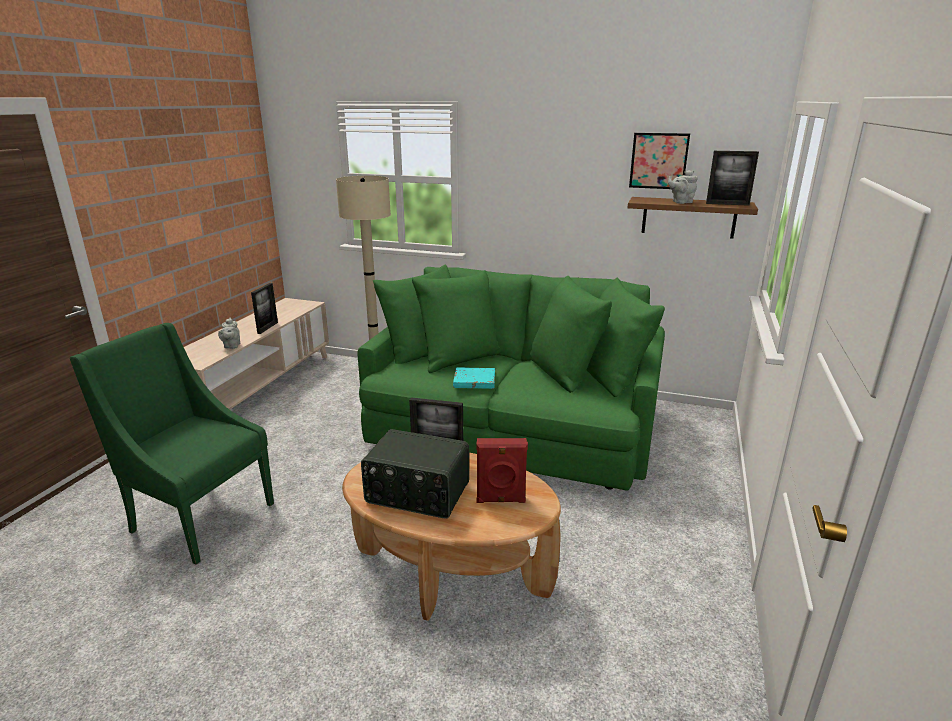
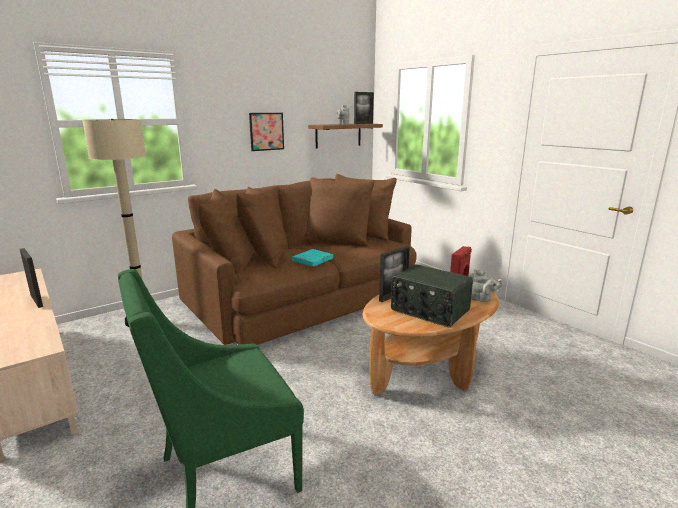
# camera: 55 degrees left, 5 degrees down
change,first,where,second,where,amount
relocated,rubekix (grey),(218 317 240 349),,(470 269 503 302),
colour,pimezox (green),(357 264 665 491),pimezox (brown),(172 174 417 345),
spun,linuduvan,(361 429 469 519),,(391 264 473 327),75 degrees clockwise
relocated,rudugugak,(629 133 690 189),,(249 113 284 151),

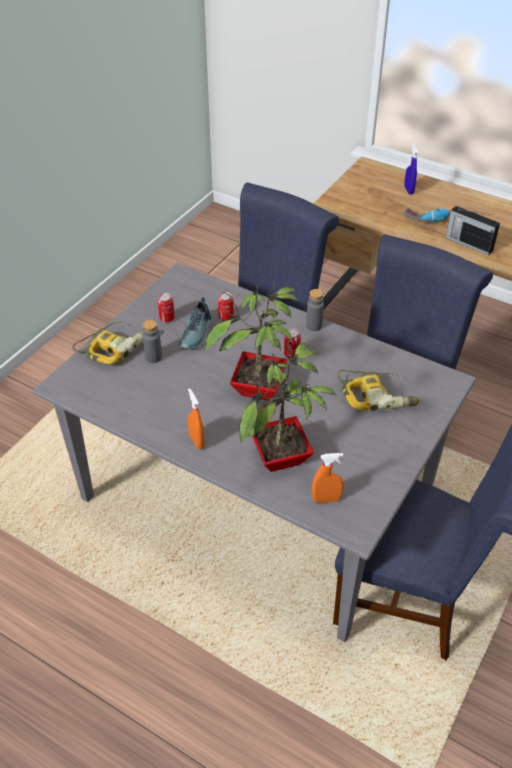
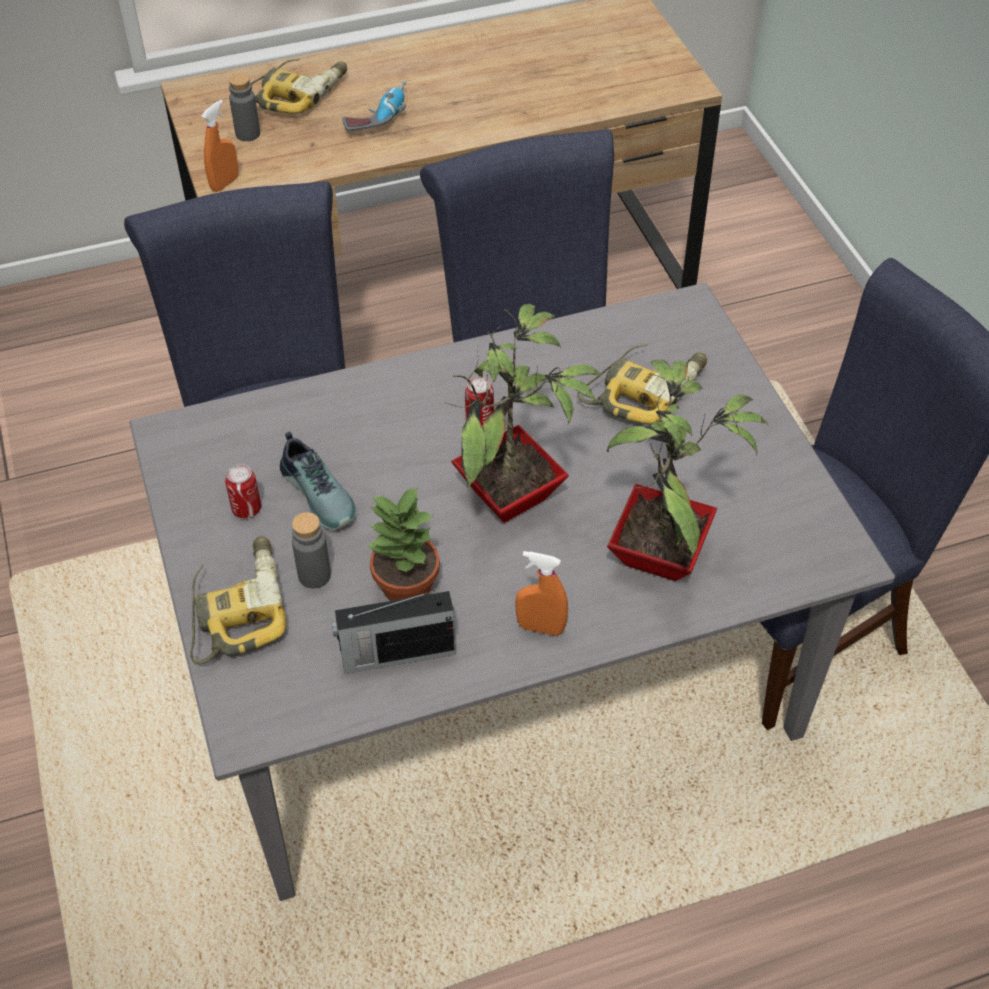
# camera: 50 degrees left, 5 degrees up
change,first,where,second,where,amount
missing,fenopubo,(218 292 234 321),,,
relocated,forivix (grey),(306 289 324 331),,(229 73 260 141),
relocated,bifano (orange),(312 453 344 503),,(201 100 239 192),
exchanged,bifano (blue),(404 143 418 194),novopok,(251 58 347 114),
relocated,linuduvan,(446 206 500 255),,(331 590 456 674),
appeared,,,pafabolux,(367 486 440 601),

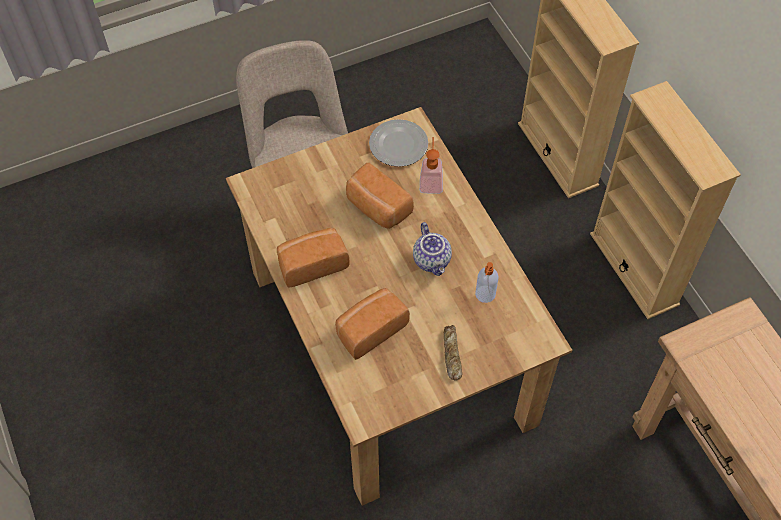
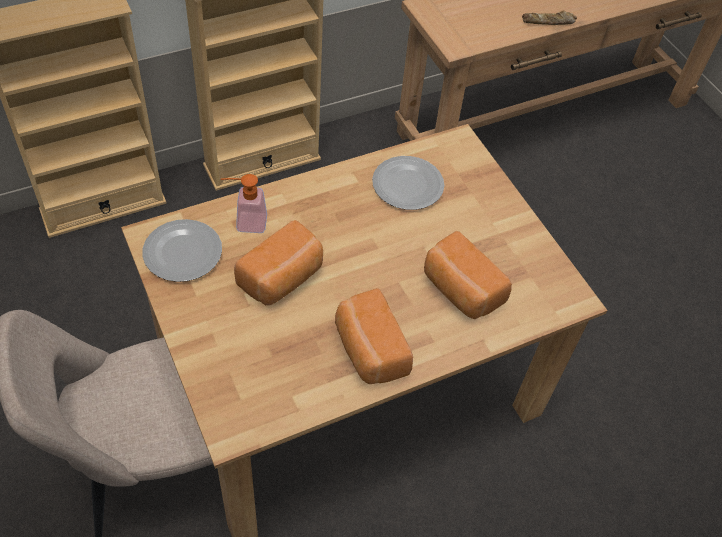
# camera: 95 degrees left, 5 degrees down
change,first,where,second,where,amount
missing,rubekix,(413 222 452 276),,,
relocated,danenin,(444 325 463 380),,(522 10 577 25),
exchanged,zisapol,(475 262 499 303),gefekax,(372 156 444 210),

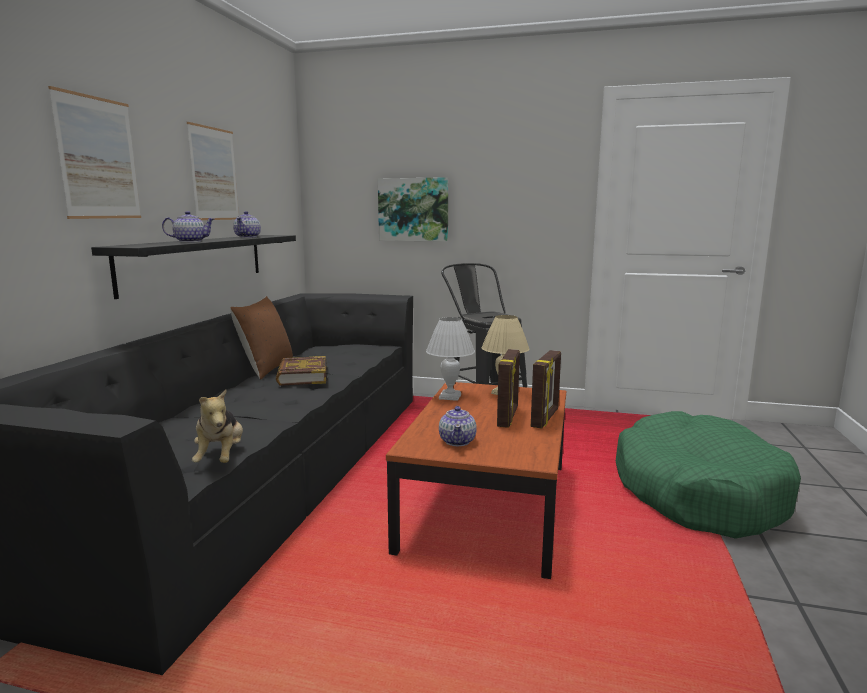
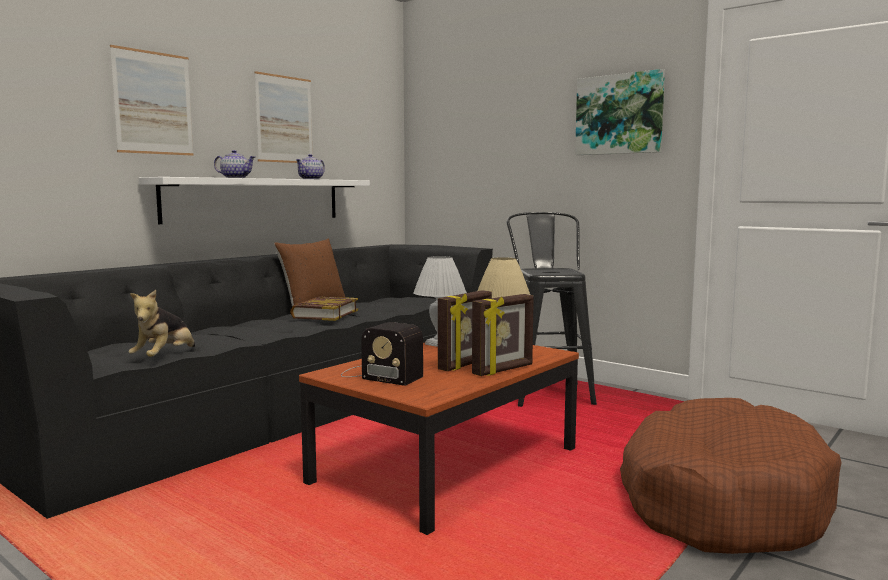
# camera: 25 degrees right, 5 degrees down
change,first,where,second,where,amount
colour,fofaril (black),(91 235 296 299),fofaril (white),(139 177 370 224),
relocated,rudugugak,(378 177 448 242),,(575 69 665 155),
exchanged,rubekix,(439 406 477 446),linuduvan,(341 322 423 386),
colour,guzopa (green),(616 411 801 539),guzopa (brown),(620 398 842 554),

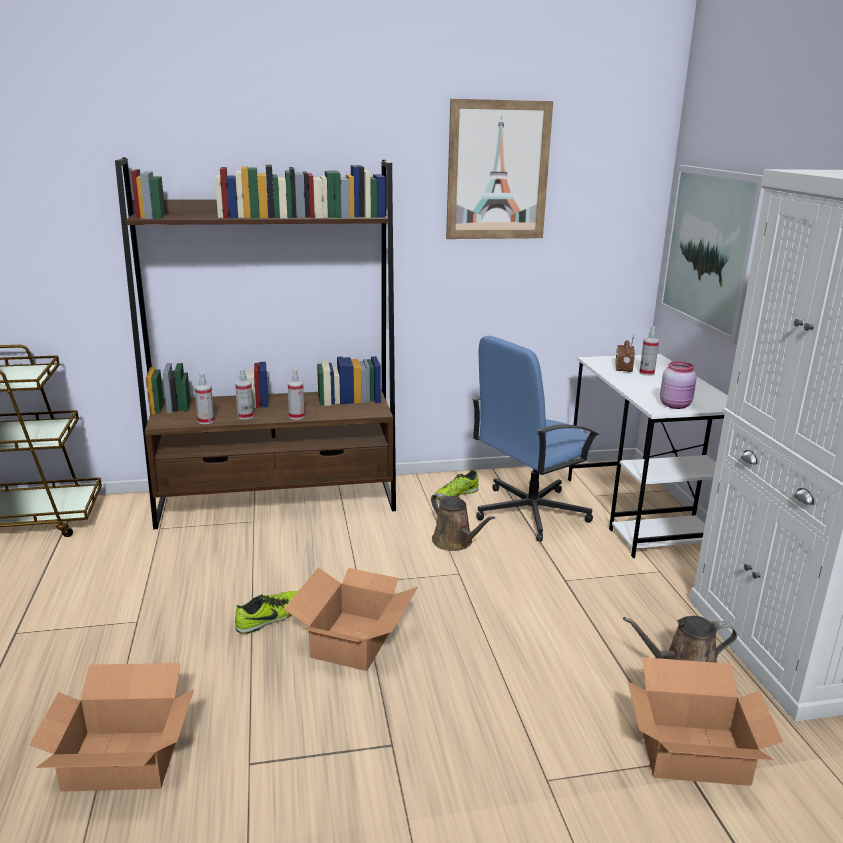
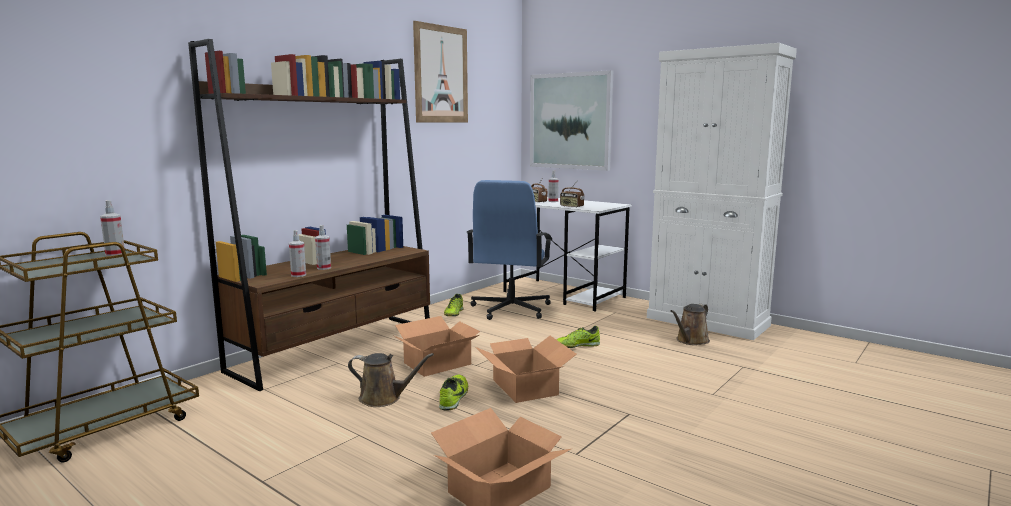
# camera: 40 degrees left, 10 degrees down
change,first,where,second,where,amount
relocated,bifano,(288 369 305 420),,(100 200 125 256),
relocated,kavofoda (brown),(431 492 495 551),,(348 353 434 407),
relocated,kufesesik,(628 657 783 786),,(394 316 480 377),
missing,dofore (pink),(660 361 697 409),,,
appeared,,,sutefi,(556 326 600 348),
appeared,,,linuduvan,(560 180 584 208),

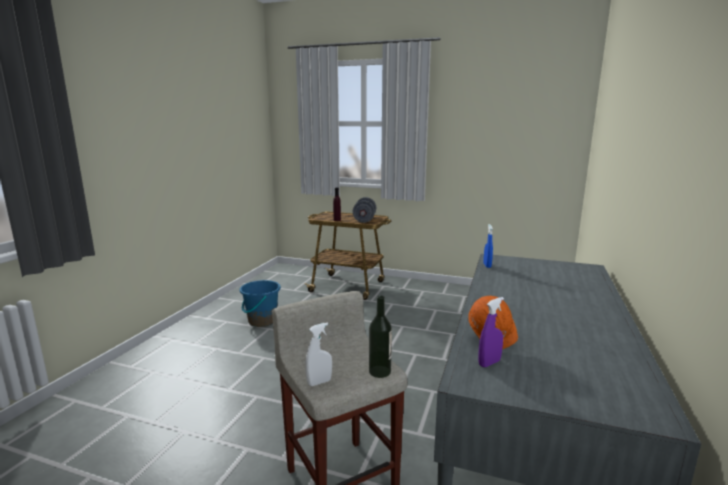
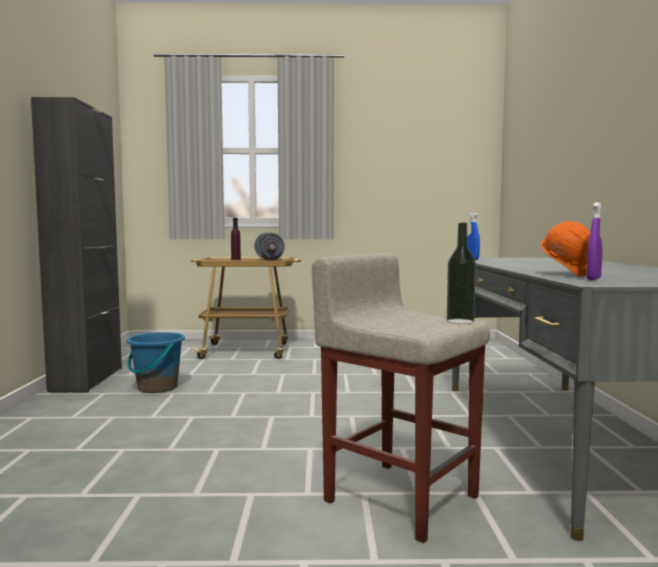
# camera: 20 degrees left, 10 degrees down
change,first,where,second,where,amount
missing,bifano (white),(305 323 332 386),,,
appeared,,,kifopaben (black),(31 97 122 392),

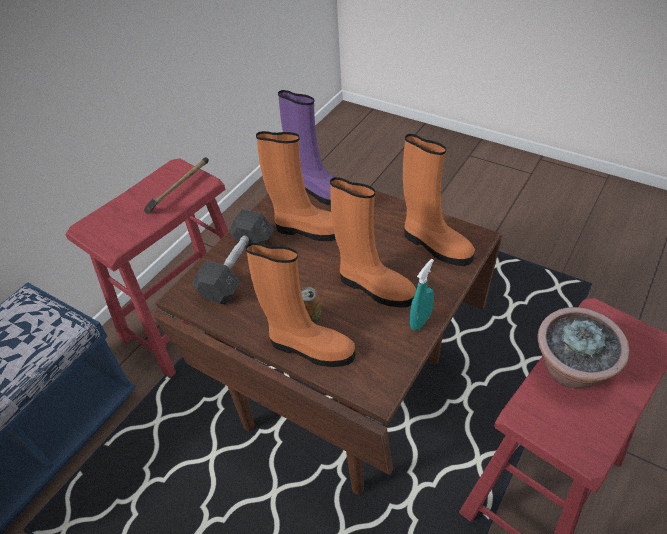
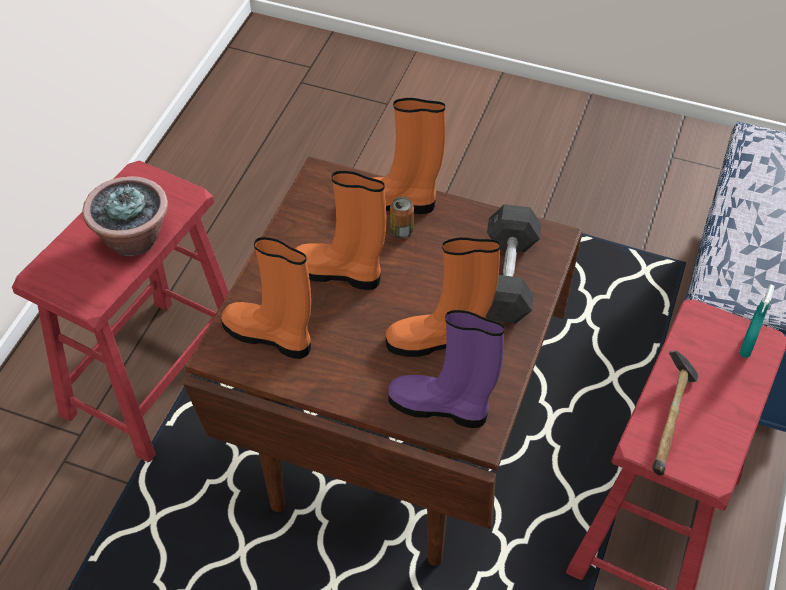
# camera: 165 degrees right, 5 degrees up
change,first,where,second,where,amount
relocated,bifano (turquoise),(410 259 434 331),,(739 284 775 358),

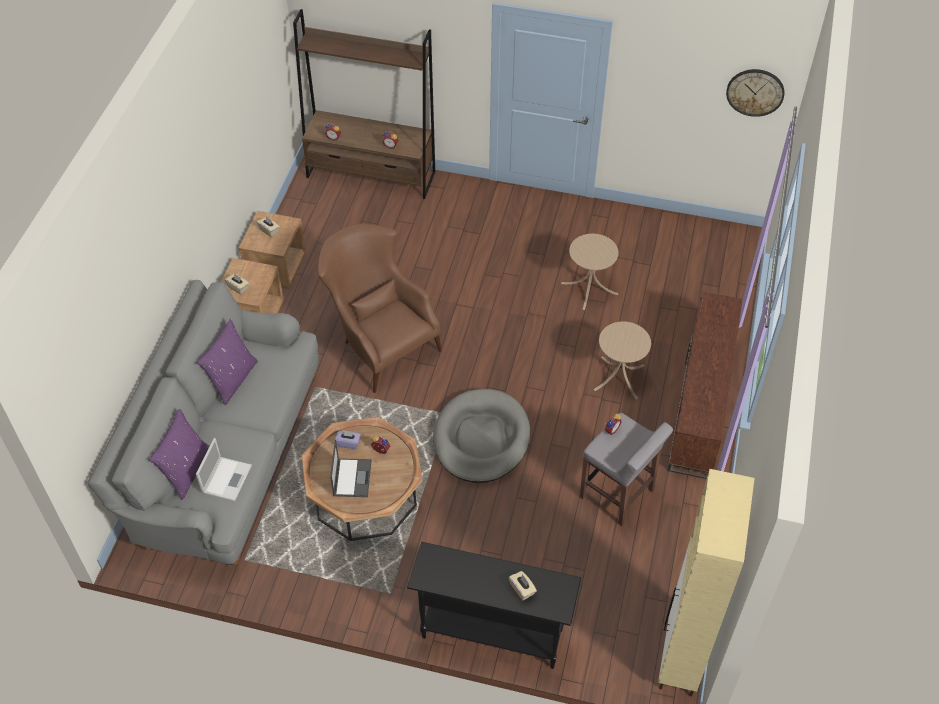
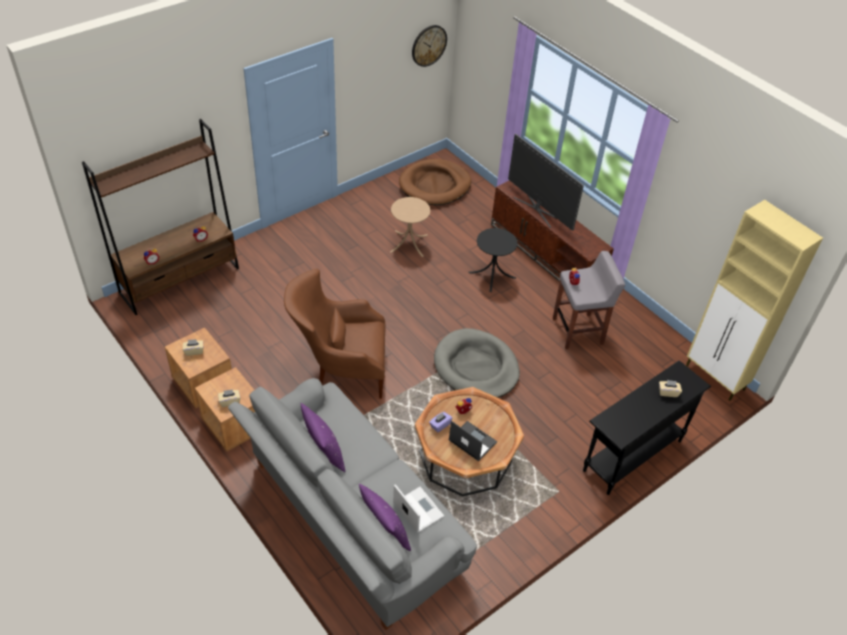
# camera: 55 degrees left, 5 degrees down
change,first,where,second,where,amount
colour,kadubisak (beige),(593 321 651 399),kadubisak (black),(468 228 517 292),
appeared,,,guzopa (brown),(399 159 471 205),
appeared,,,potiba,(508 133 584 231),

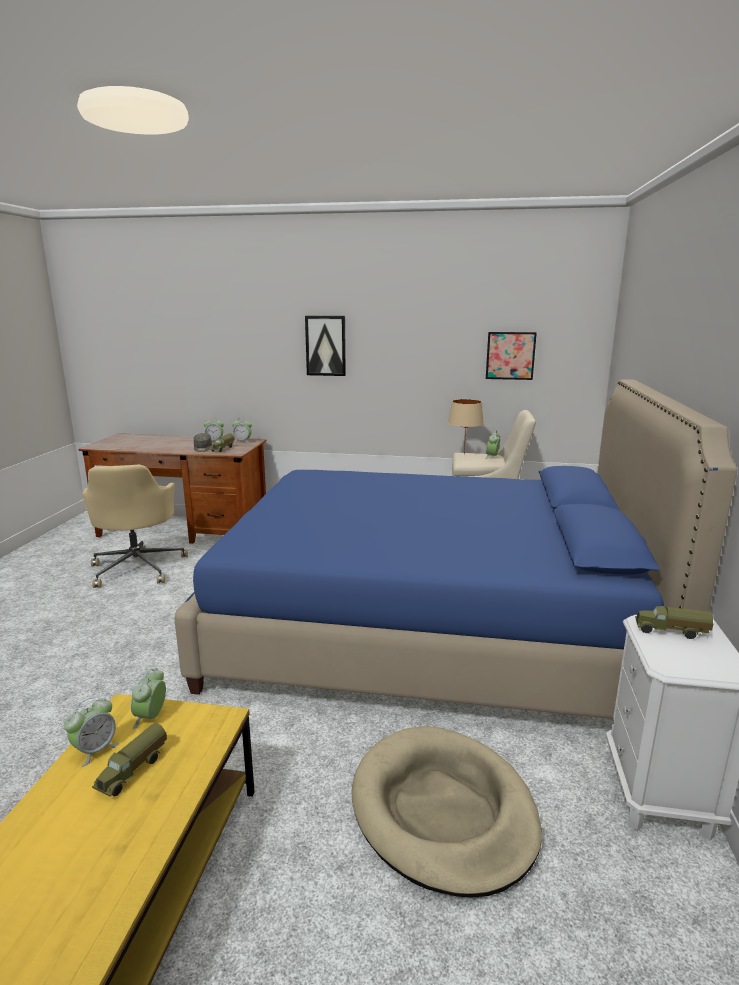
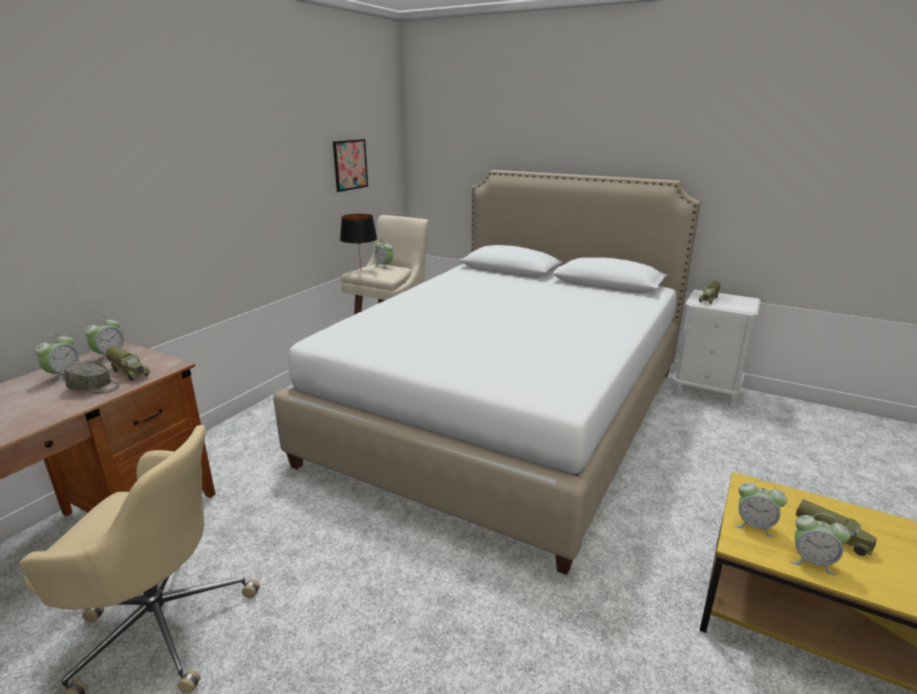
# camera: 70 degrees left, 5 degrees up
change,first,where,second,where,amount
spun,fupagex,(64 698 119 767),,(791 513 851 576),150 degrees clockwise
colour,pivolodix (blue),(174 379 737 719),pivolodix (white),(273 170 700 575),
missing,rudugugak,(305 316 346 376),,,
missing,guzopa (beige),(352 726 542 897),,,
colour,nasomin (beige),(448 399 484 453),nasomin (black),(340 214 377 268),

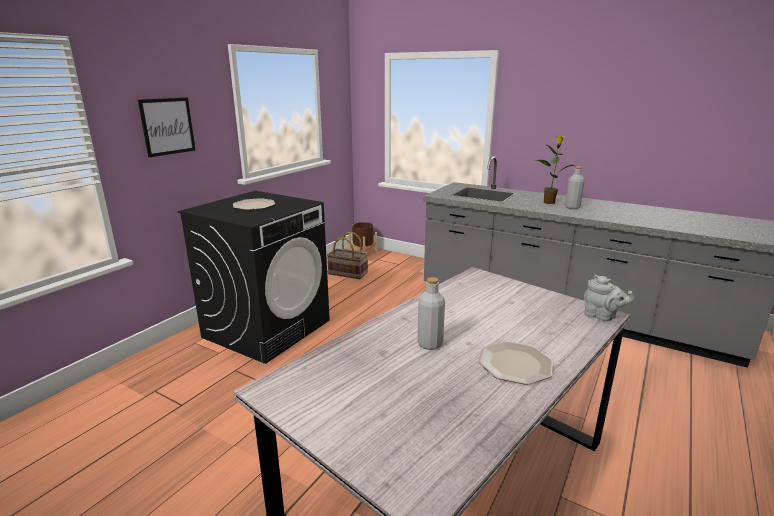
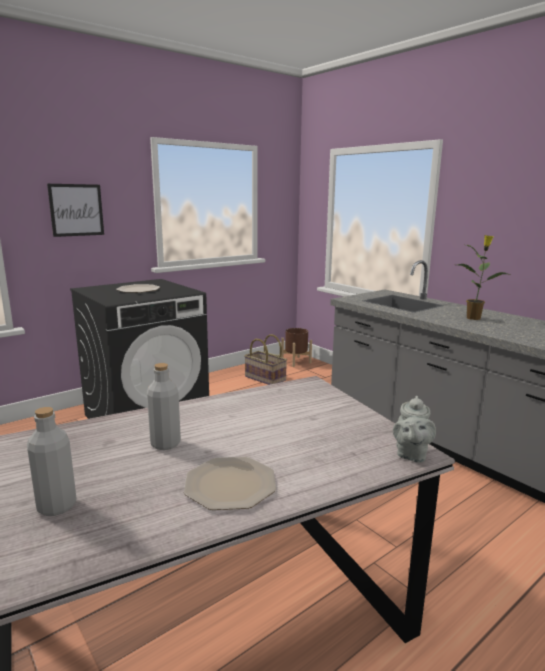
# camera: 20 degrees right, 5 degrees down
change,first,where,second,where,amount
relocated,forivix (grey),(565 166 584 209),,(27 407 77 516),
spun,rubekix (grey),(584 275 635 321),,(393 396 436 463),45 degrees clockwise

